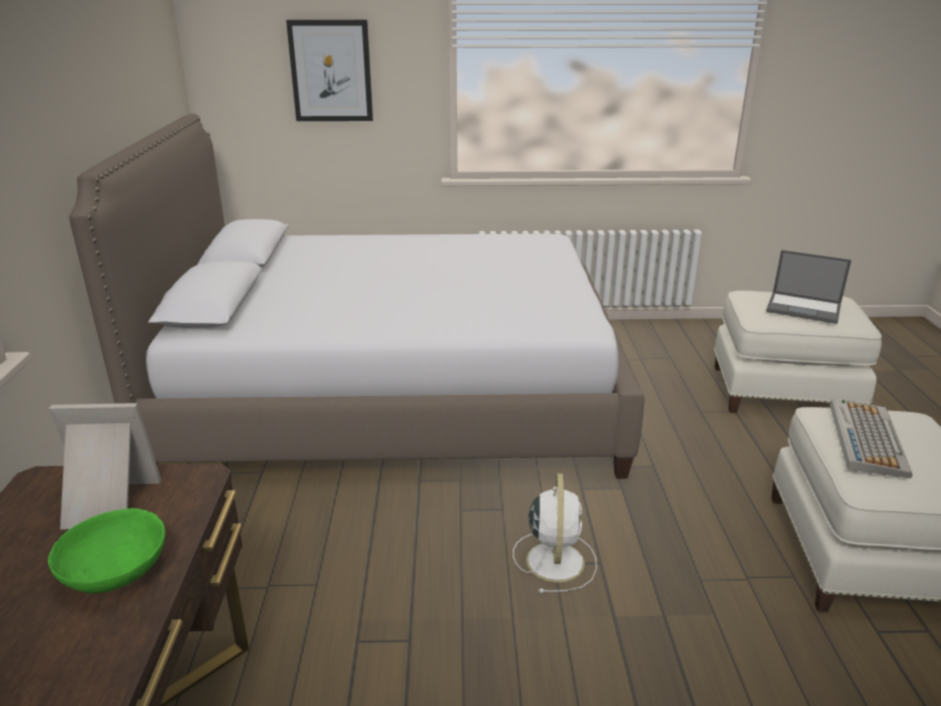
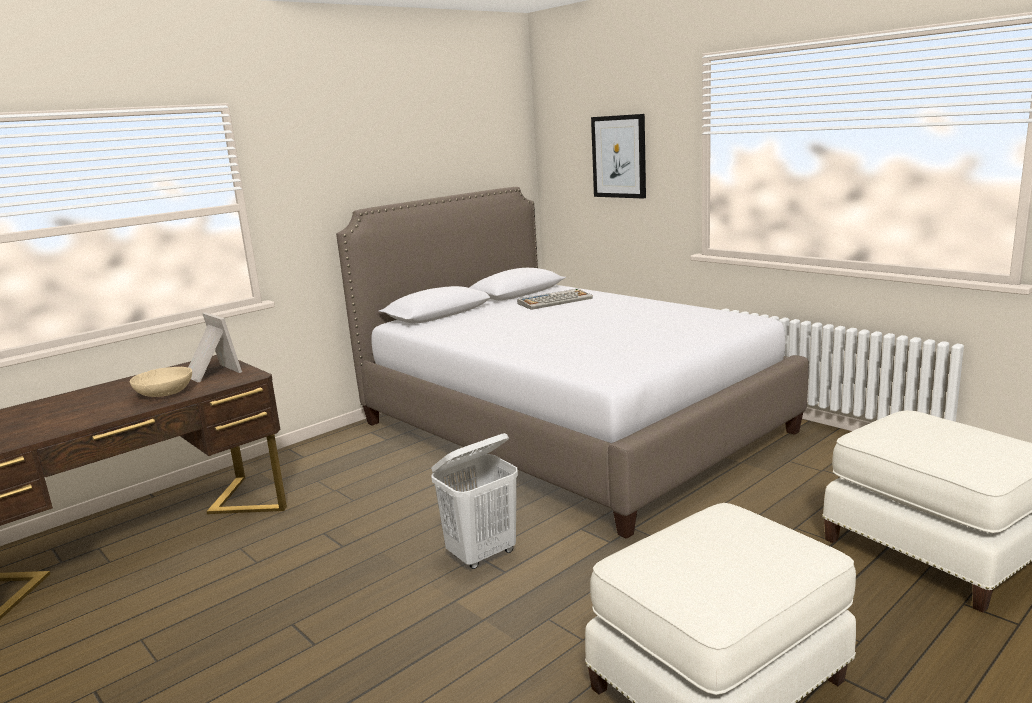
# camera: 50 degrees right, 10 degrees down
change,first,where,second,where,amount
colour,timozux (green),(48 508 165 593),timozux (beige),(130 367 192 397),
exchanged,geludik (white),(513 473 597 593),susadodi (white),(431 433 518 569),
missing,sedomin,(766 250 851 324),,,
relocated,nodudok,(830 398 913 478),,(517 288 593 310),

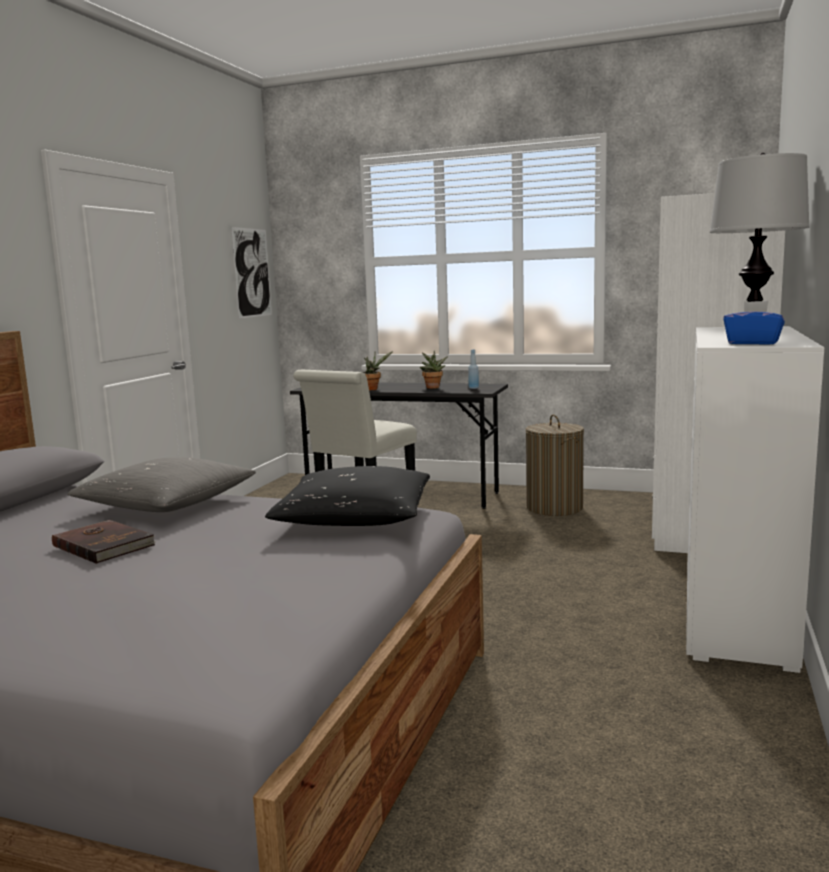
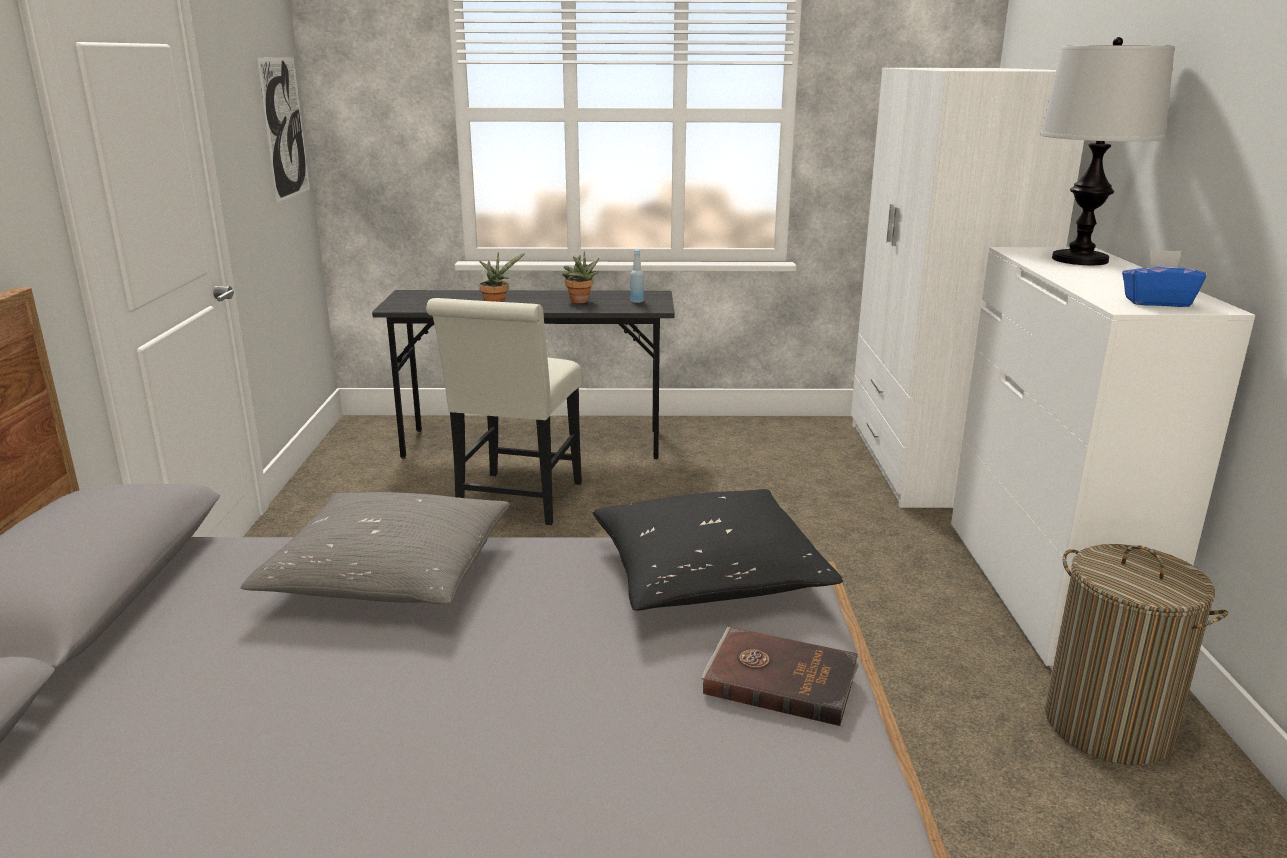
# camera: 20 degrees left, 10 degrees up
change,first,where,second,where,amount
relocated,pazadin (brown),(52 520 155 564),,(701 627 859 726),
relocated,susadodi,(526 414 584 516),,(1045 544 1228 765),

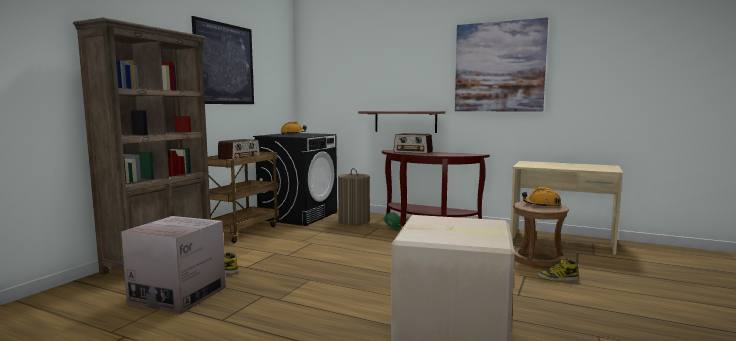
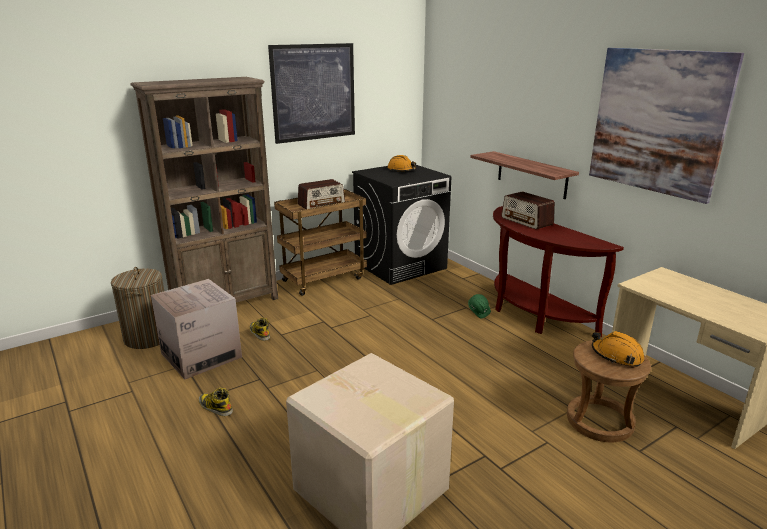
# camera: 30 degrees right, 15 degrees up
change,first,where,second,where,amount
relocated,susadodi,(338 168 370 225),,(111 267 164 349),
relocated,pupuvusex,(538 258 579 281),,(199 388 233 416),

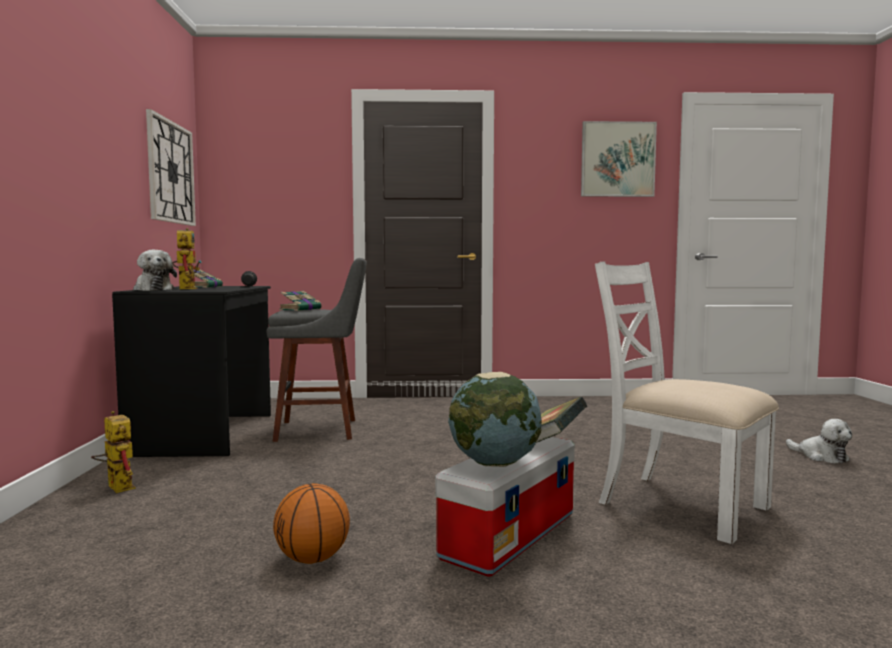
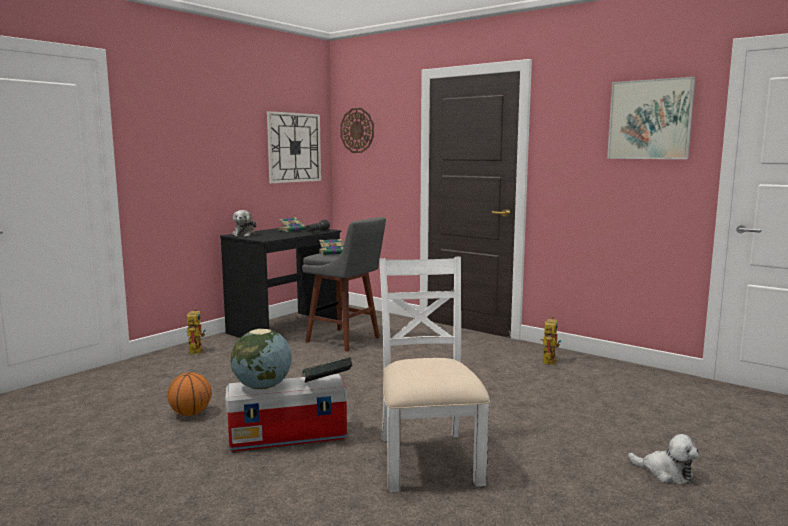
# camera: 40 degrees right, 5 degrees up
change,first,where,second,where,amount
relocated,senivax,(172 228 202 289),,(540 316 561 365),
spun,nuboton,(786 419 852 464),,(628 434 699 484),60 degrees counterclockwise
appeared,,,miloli,(340 108 374 153),

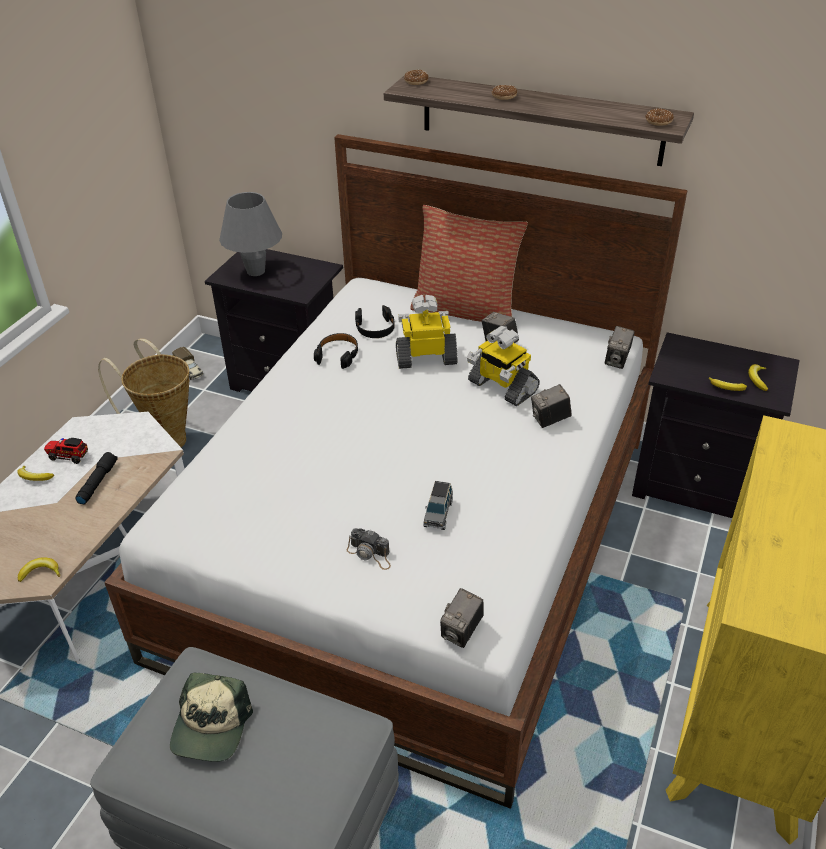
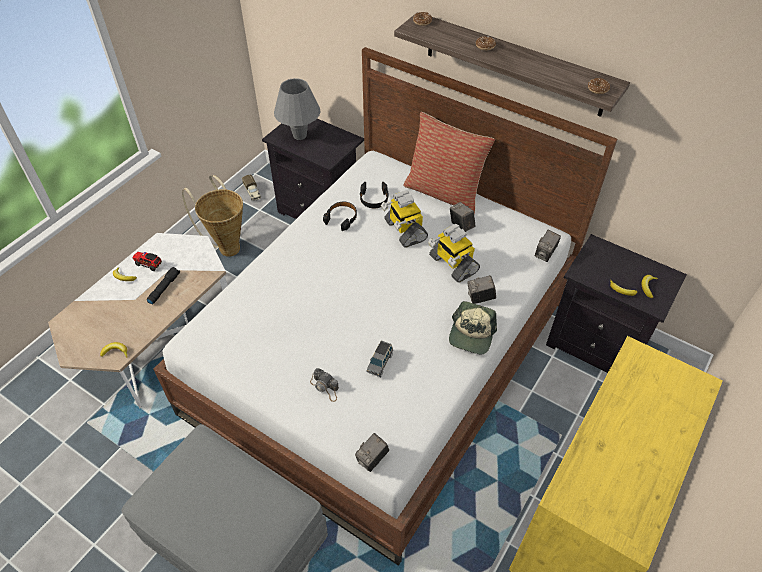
# camera: 10 degrees right, 10 degrees up
change,first,where,second,where,amount
relocated,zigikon,(170 673 253 762),,(449 301 497 354),
spun,senivax,(396 295 458 369),,(381 190 428 248),120 degrees counterclockwise

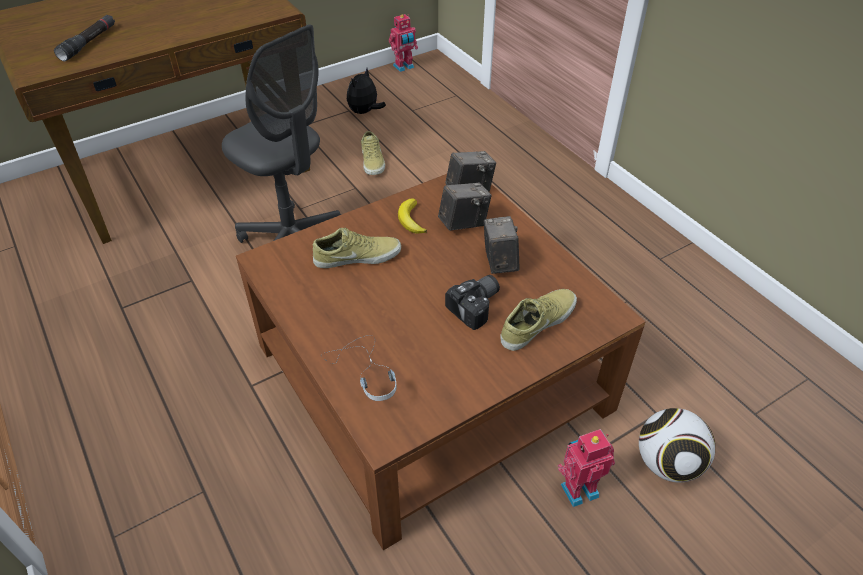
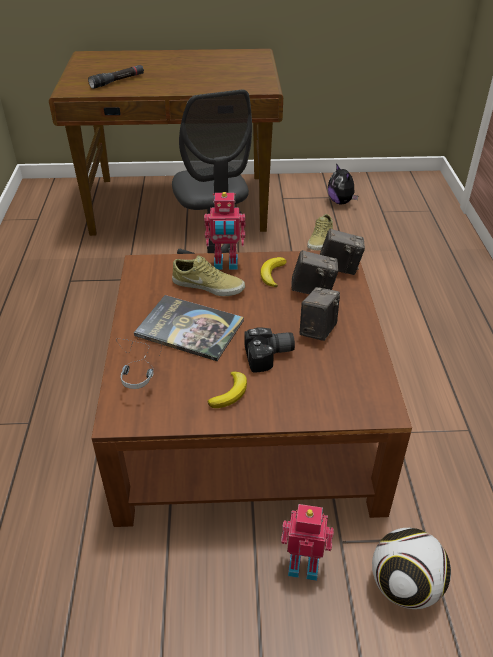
# camera: 30 degrees right, 5 degrees down
change,first,where,second,where,amount
spun,nuboton,(347 68 386 114),,(328 163 358 204),90 degrees counterclockwise
relocated,senivax,(389 14 418 72),,(204 192 245 270),
missing,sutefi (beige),(500 289 577 351),,,
appeared,,,pazadin,(134 295 244 361),
appeared,,,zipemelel,(208 371 247 408),

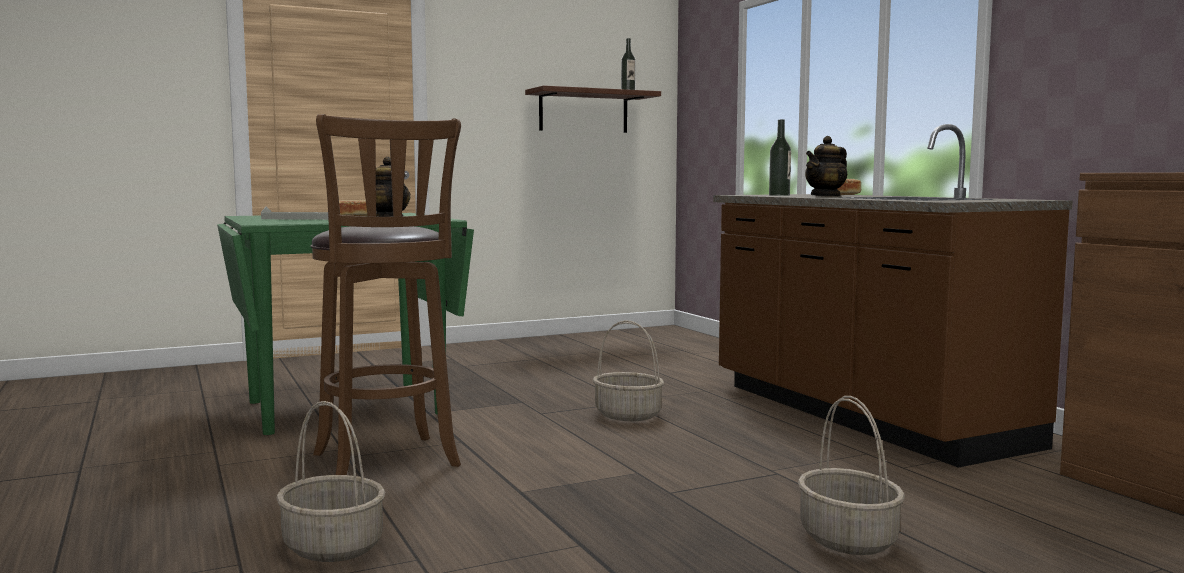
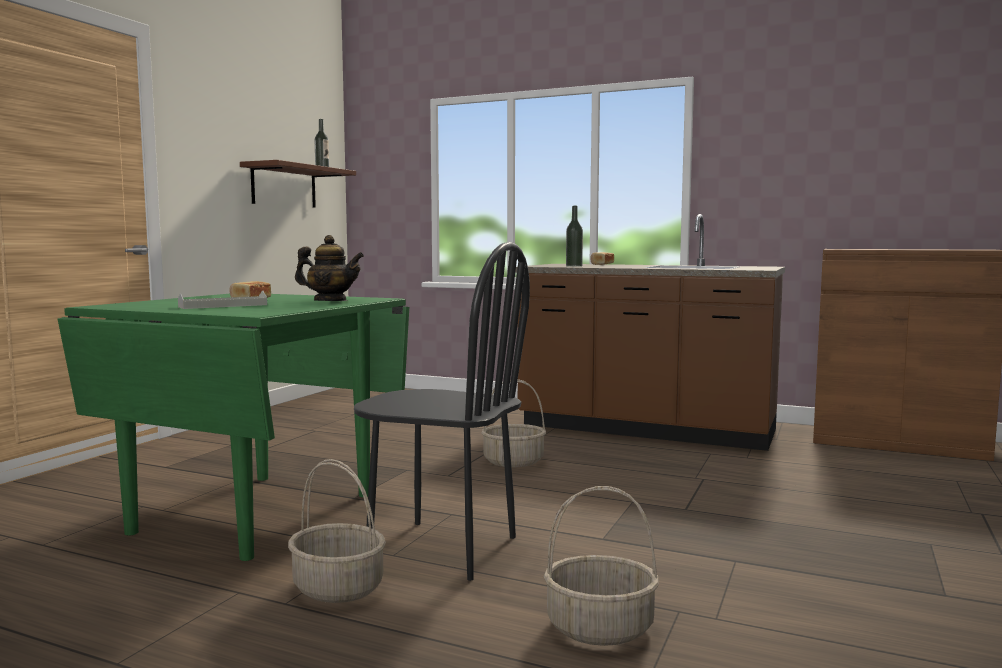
# camera: 40 degrees left, 0 degrees up
change,first,where,second,where,amount
exchanged,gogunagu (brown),(310 114 461 475),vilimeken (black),(354 242 530 581),
relocated,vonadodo,(798 396 905 555),,(288 459 386 603),
missing,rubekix,(805 136 847 197),,,

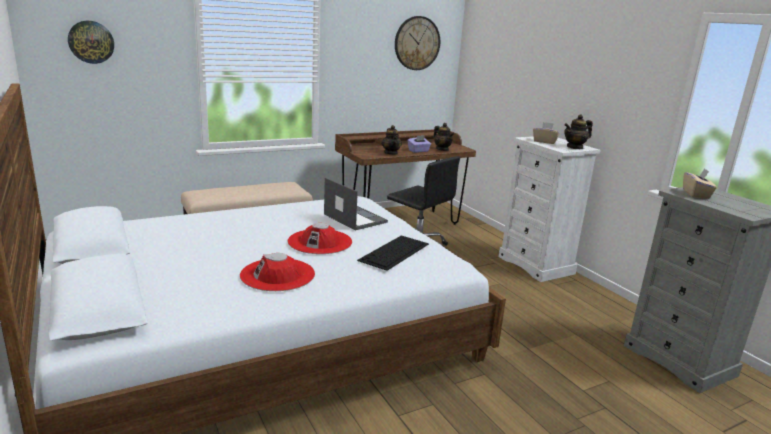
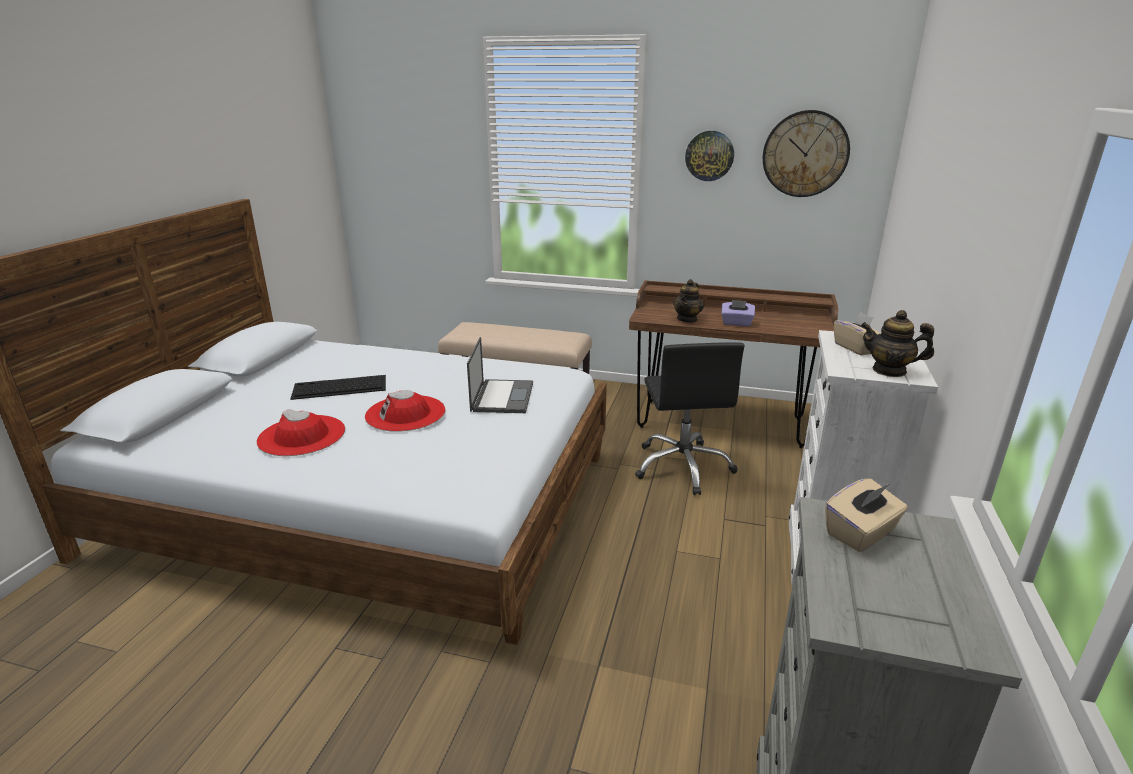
# camera: 45 degrees right, 5 degrees up
change,first,where,second,where,amount
relocated,miloli,(68 21 114 64),,(685 131 734 181),
relocated,nodudok,(357 236 429 271),,(290 375 386 400),
missing,rubekix,(433 123 454 151),,,

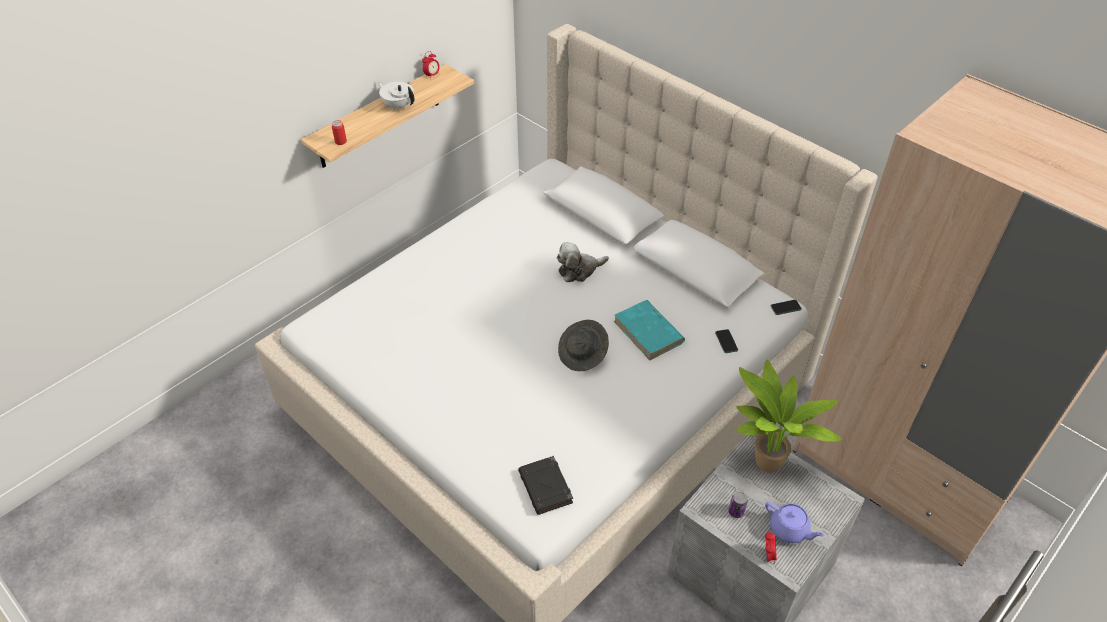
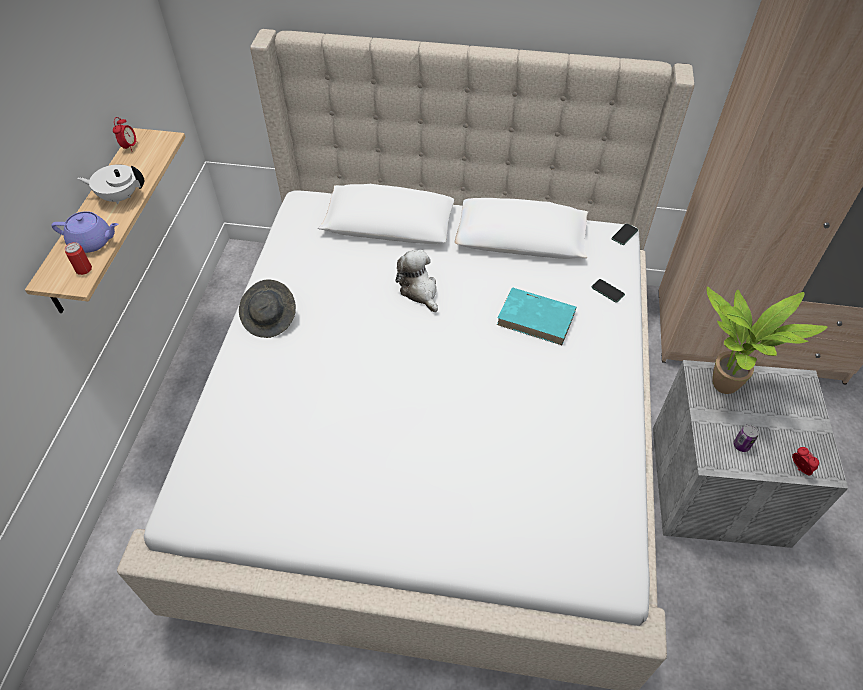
# camera: 35 degrees left, 5 degrees up
change,first,where,second,where,amount
missing,pazadin (black),(518 456 573 515),,,
spun,nuboton,(556 242 609 282),,(396 250 438 312),120 degrees clockwise
relocated,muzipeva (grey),(558 320 609 371),,(239 279 296 338),
relocated,rubekix (purple),(765 502 824 543),,(51 211 118 253),

